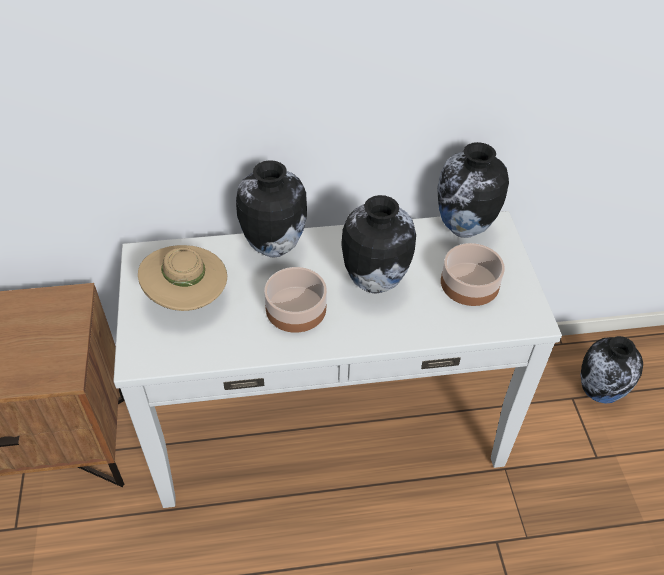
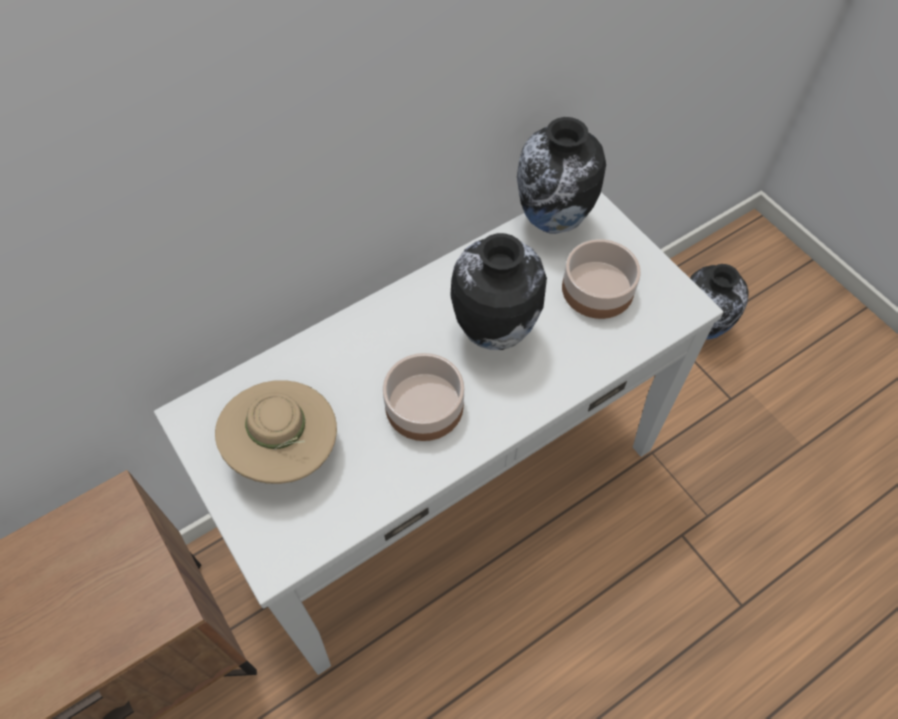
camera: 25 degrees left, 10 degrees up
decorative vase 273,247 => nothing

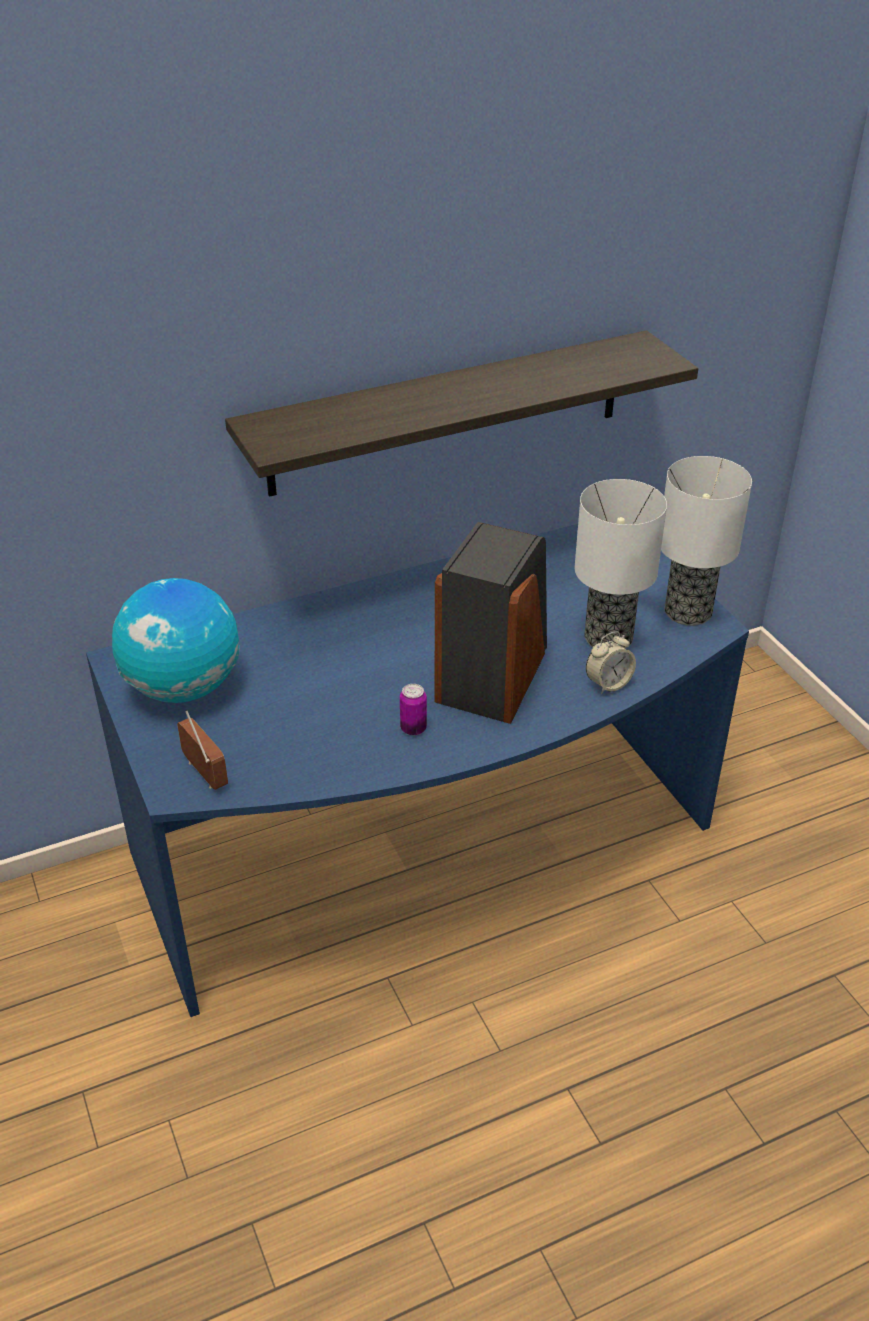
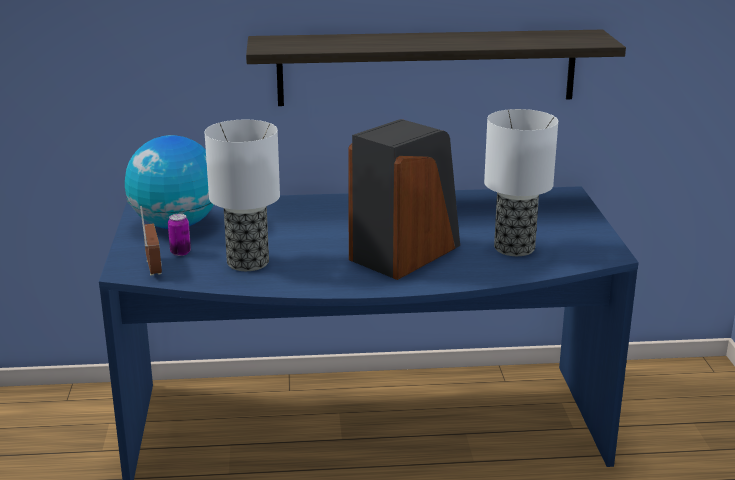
camera: 20 degrees right, 15 degrees down
sealed can 413,728 => sealed can 180,252, move
table lamp 688,613 => table lamp 247,263, move
table clock 608,684 => nothing

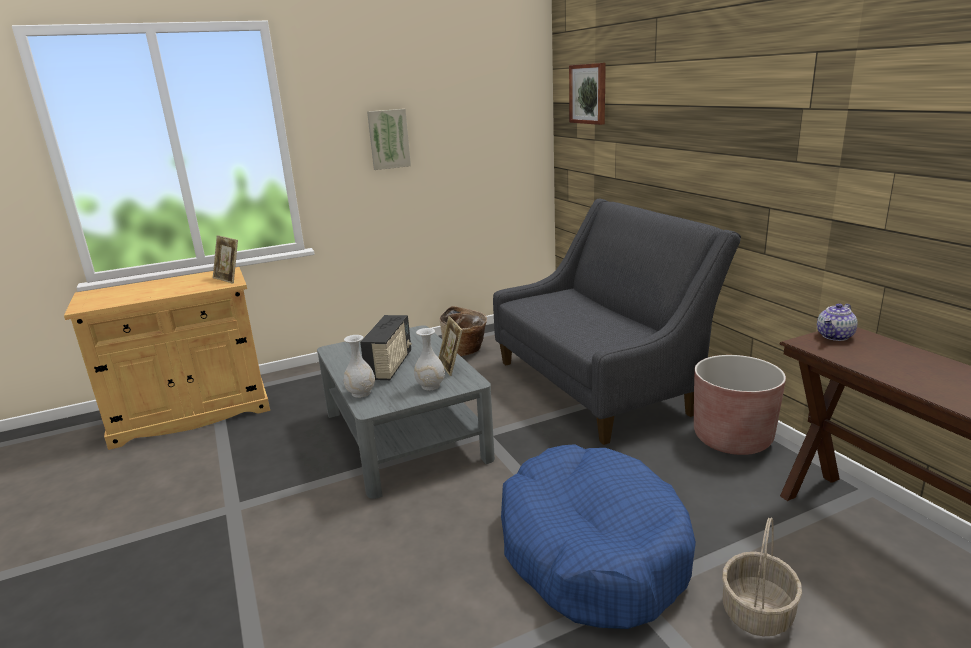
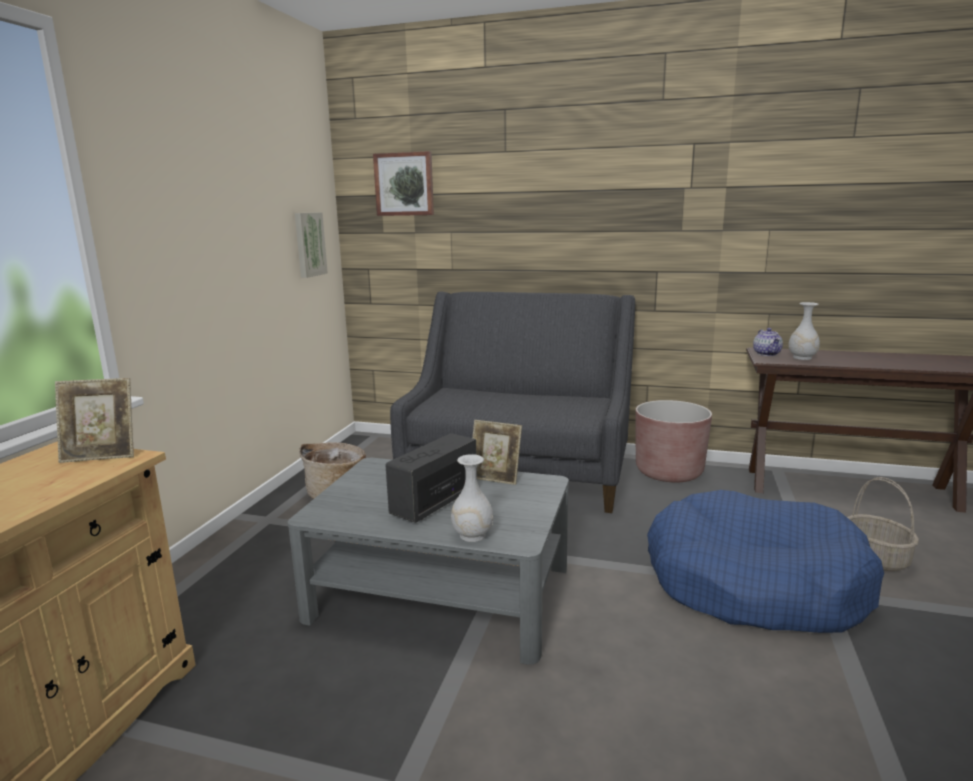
camera: 50 degrees left, 5 degrees down
wall picture 388,139 => wall picture 309,244, move
radio set 390,366 => radio set 434,502, 105 degrees counterclockwise
decorative vase in whitish 430,386 => decorative vase in whitish 801,358, move

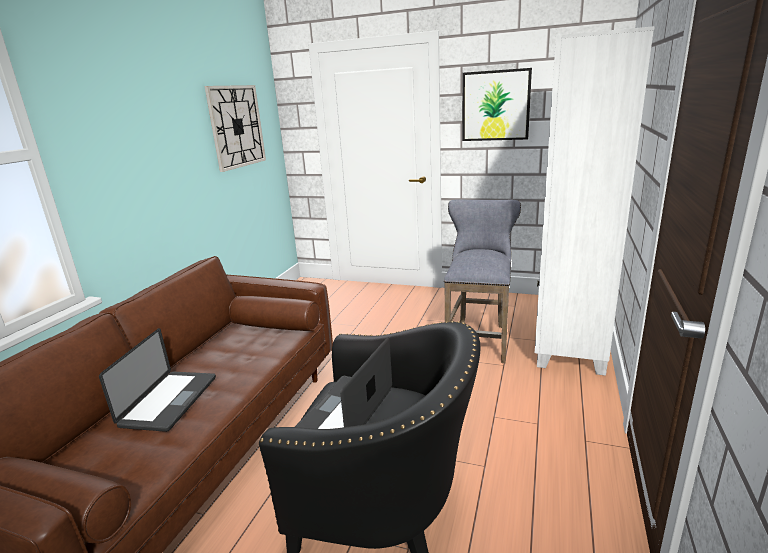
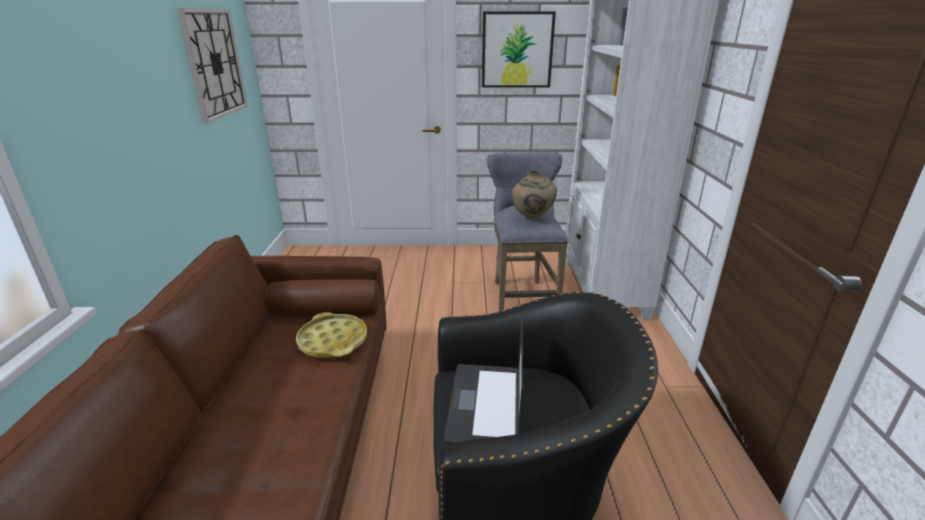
camera: 20 degrees left, 5 degrees up
nothing => carrying tray in yellow 333,341
nothing => decorative vase in sand-coloured 531,218
notebook computer 169,401 => nothing

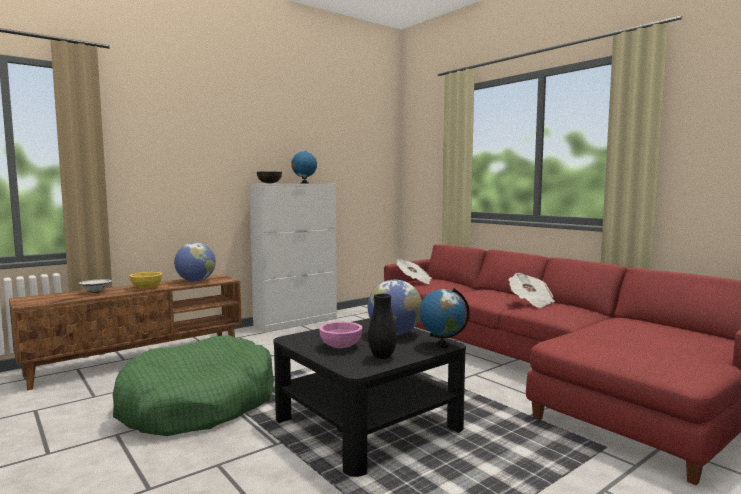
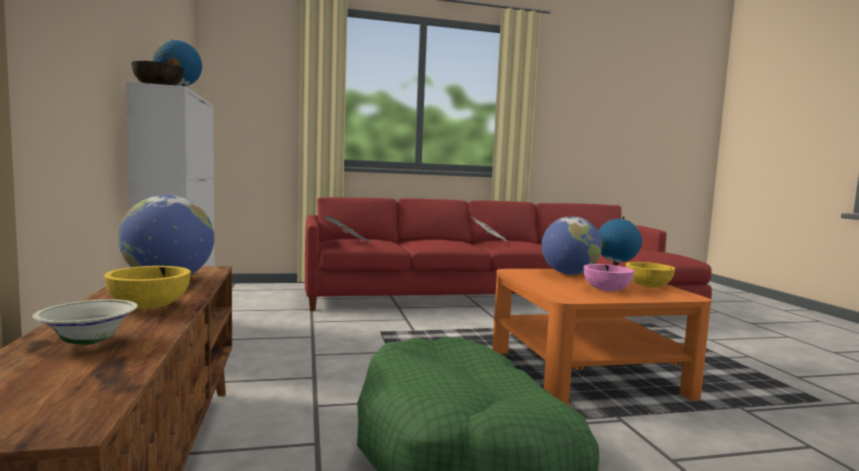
camera: 65 degrees left, 0 degrees up
lounge table in blackish 369,424 => lounge table in orange-coloured 586,372
decorative vase in blackish 382,357 => deep dish in yellow 647,286

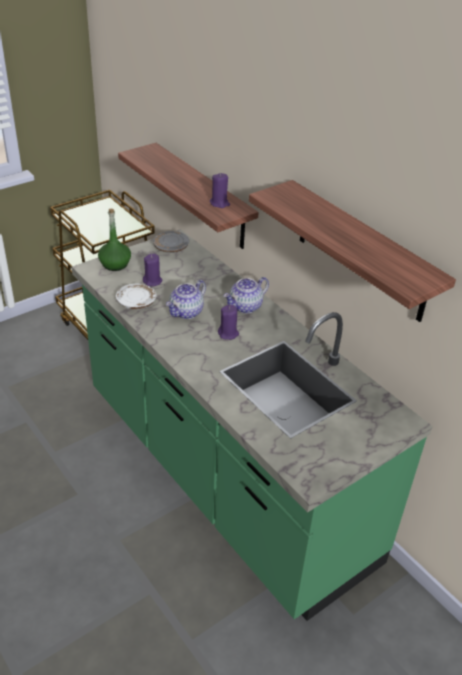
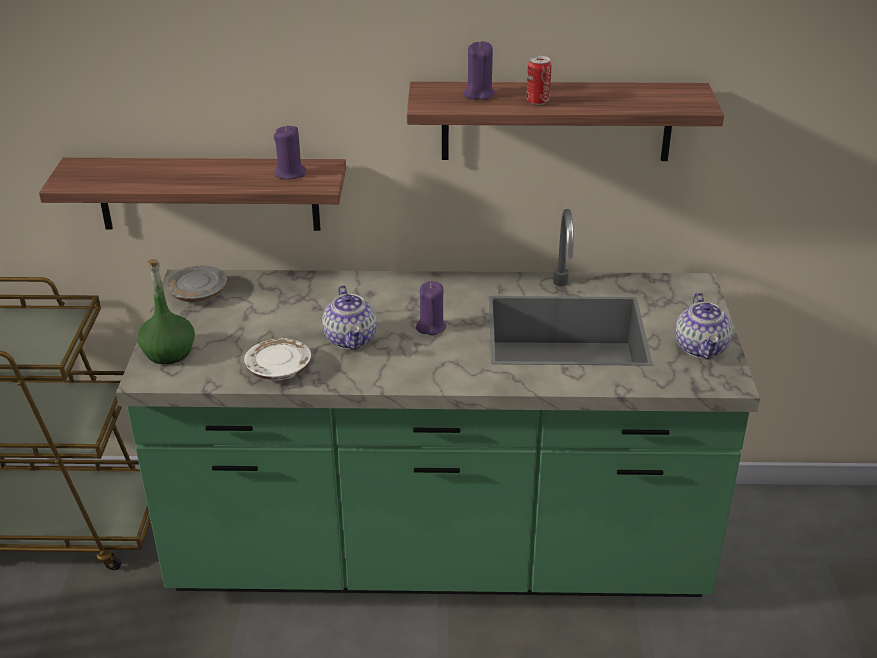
camera: 50 degrees left, 5 degrees down
wax light in purplish 152,281 => wax light in purplish 478,94, move
nothing => sealed can 537,101
teapot 245,307 => teapot 701,348, move

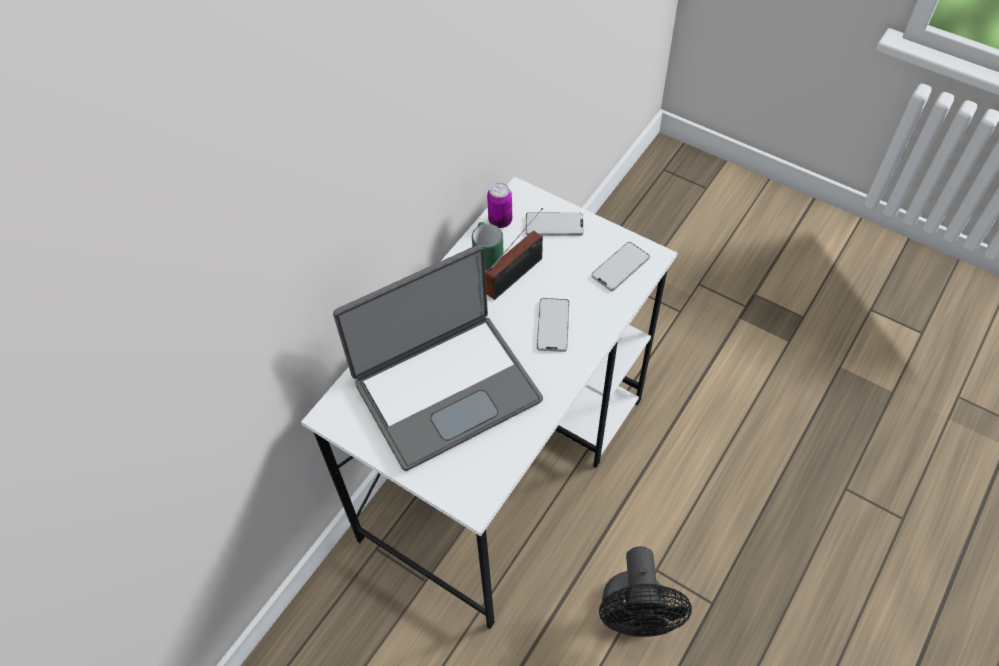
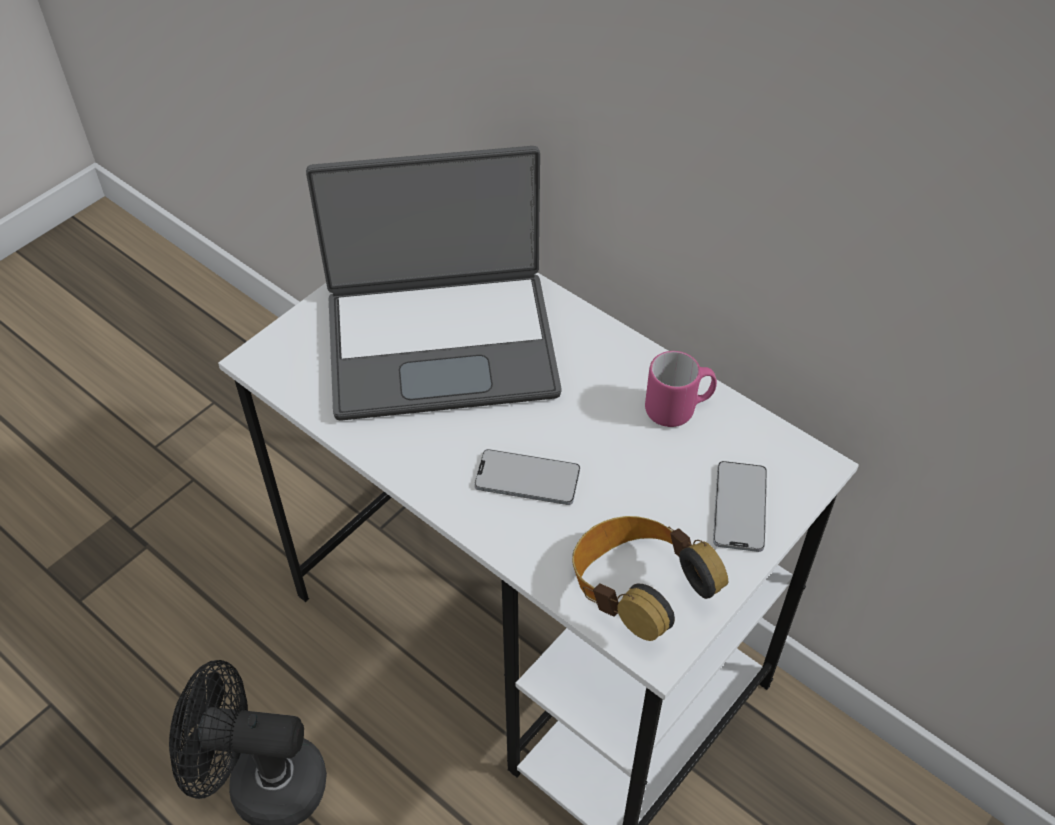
camera: 95 degrees right, 5 degrees down
notebook computer 446,388 => notebook computer 441,343, 75 degrees counterclockwise
telephone 620,267 => headphones 637,592
coffee mug in green 486,255 => coffee mug in pink 678,409
radio set 517,274 => nothing
sealed can 500,221 => nothing

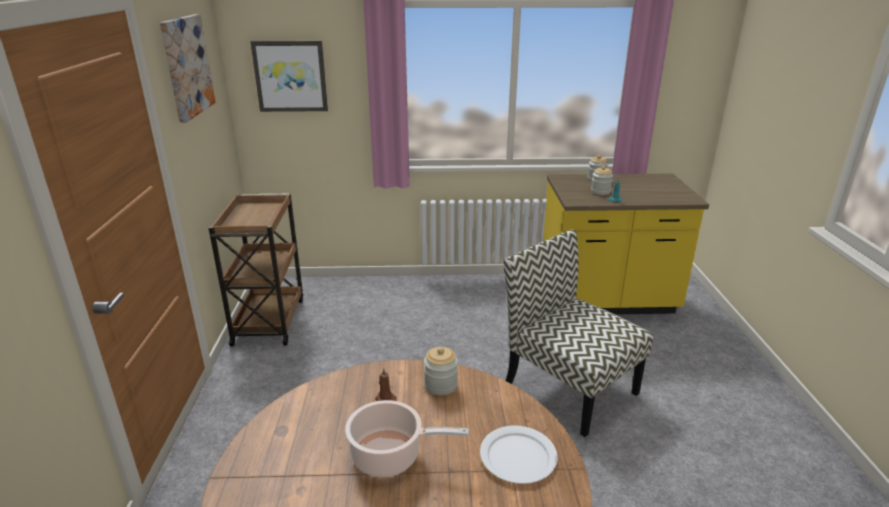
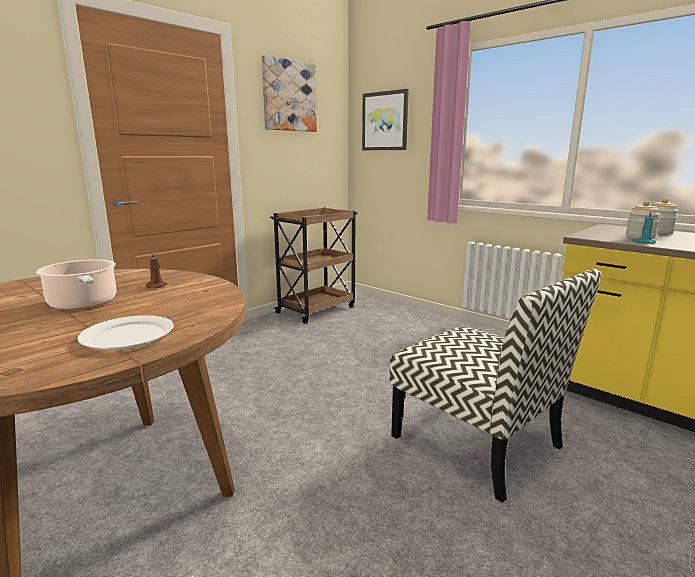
camera: 45 degrees right, 10 degrees down
chair 568,387 => chair 478,442, 135 degrees clockwise
jar 440,385 => nothing

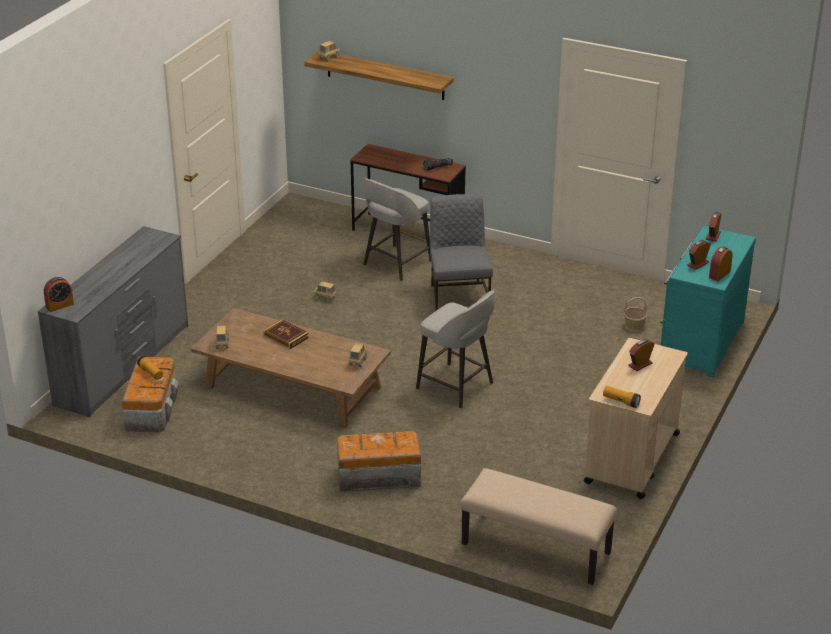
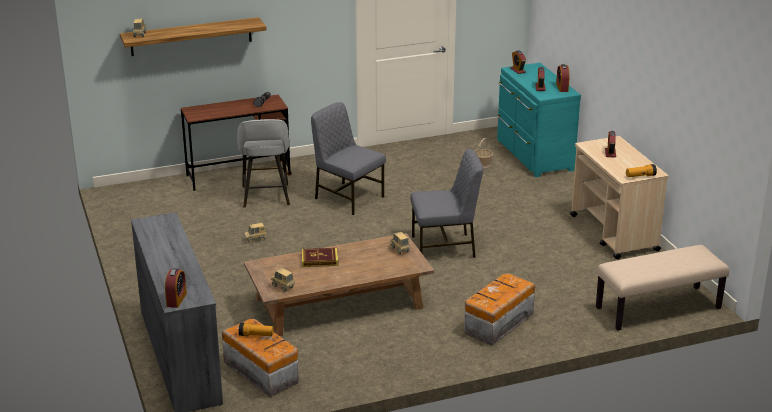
camera: 45 degrees left, 5 degrees down
stool in grey 456,386 => chair in grey 444,247

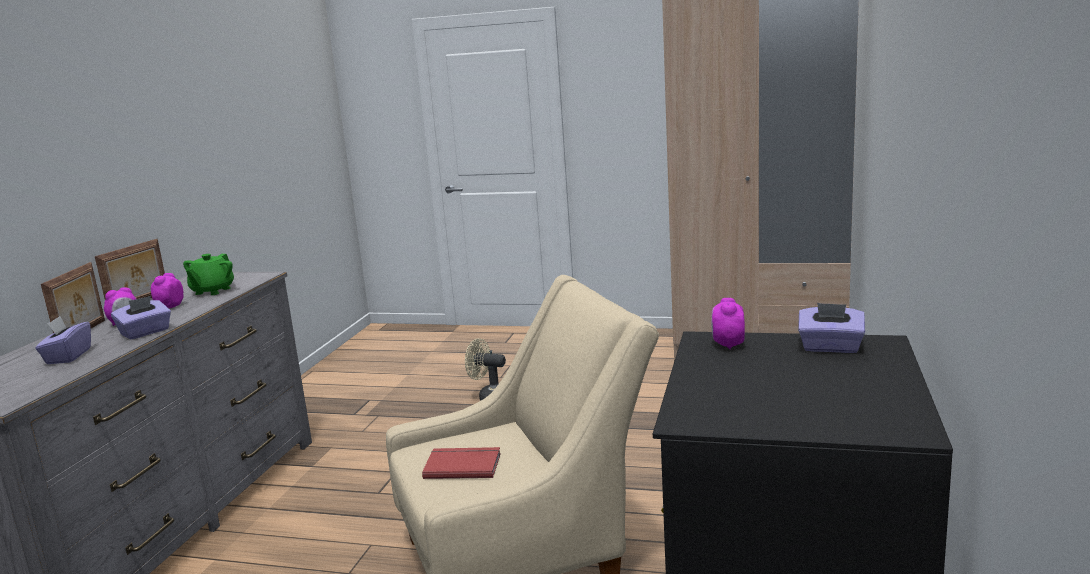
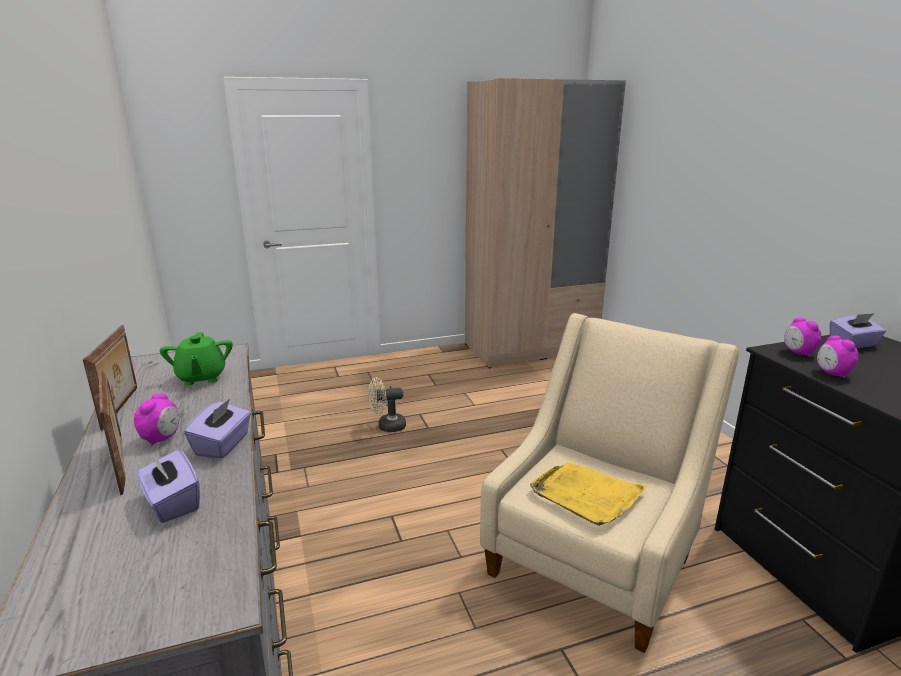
camera: 35 degrees left, 5 degrees up
bound book in red-coloured 462,465 => carrying tray in yellow 586,495
table clock 170,307 => table clock 832,374, move

